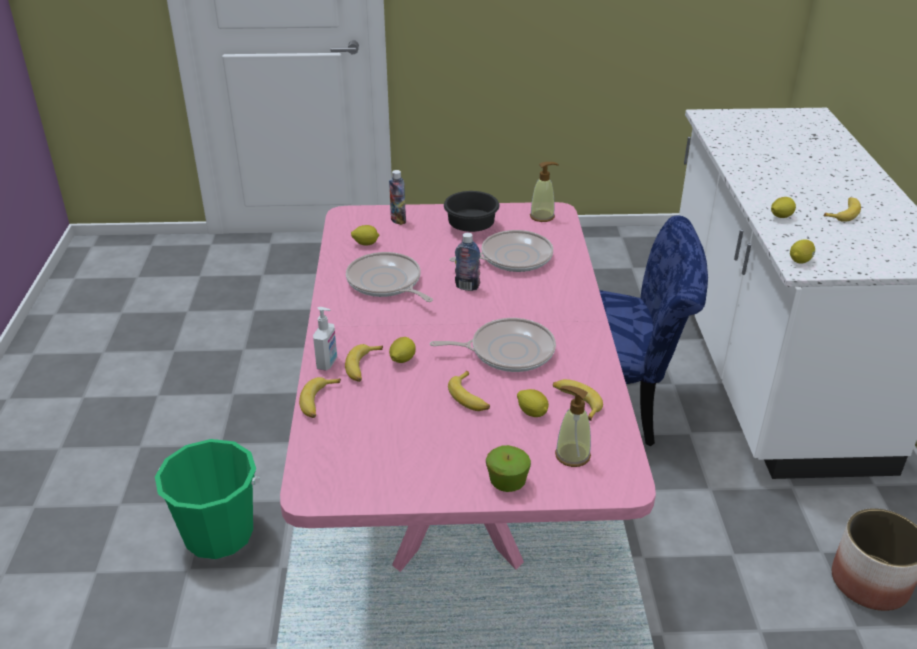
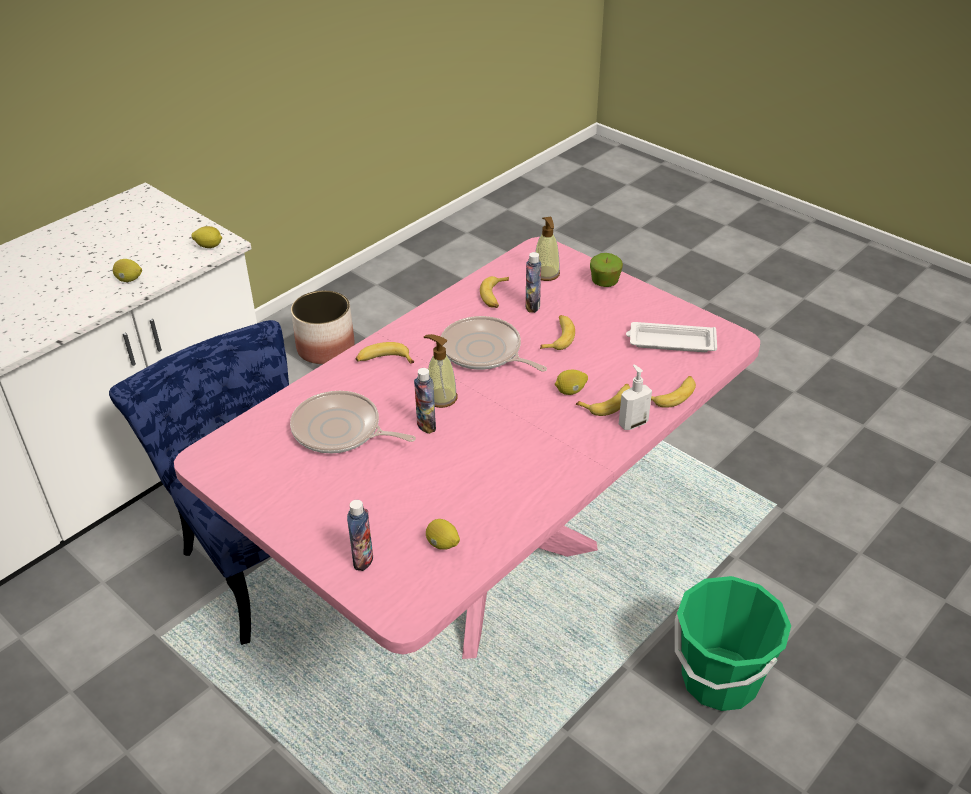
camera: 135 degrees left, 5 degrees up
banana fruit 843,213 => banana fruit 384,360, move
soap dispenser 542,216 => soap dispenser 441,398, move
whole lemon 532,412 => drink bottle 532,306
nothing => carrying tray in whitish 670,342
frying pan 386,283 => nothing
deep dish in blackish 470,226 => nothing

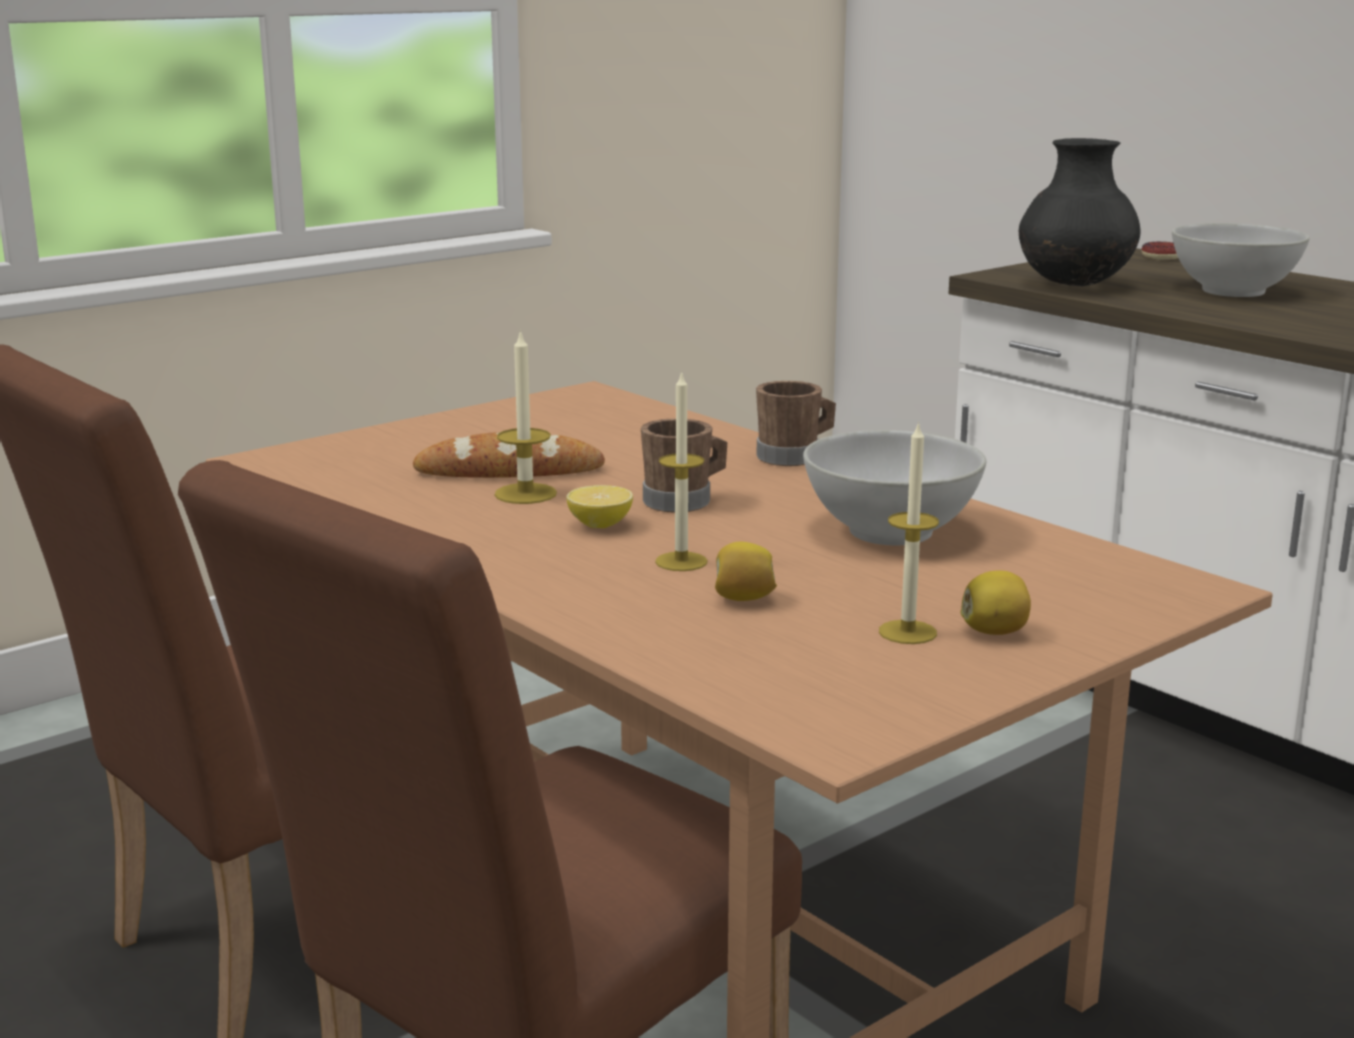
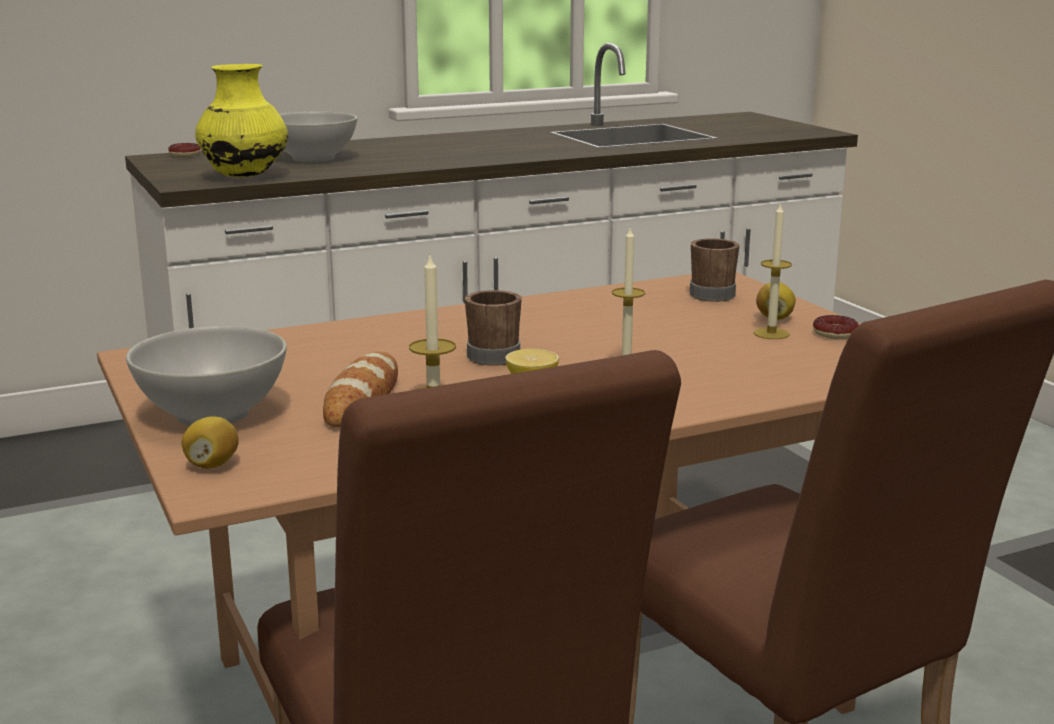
camera: 75 degrees left, 0 degrees up
deep dish in whitish 891,532 => deep dish in whitish 214,414, move
whole lemon 743,599 => whole lemon 212,465, move
decorative vase in blackish 1075,285 => decorative vase in yellow 244,177
coffee mug in brownish 794,456 => coffee mug in brownish 711,293, move
nothing => doughnut 835,333

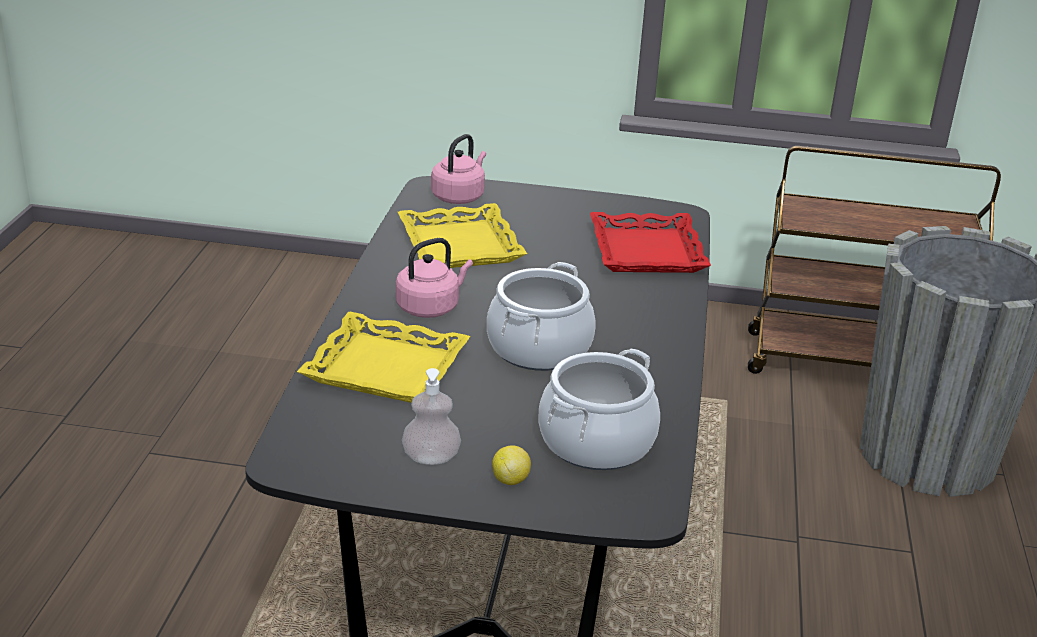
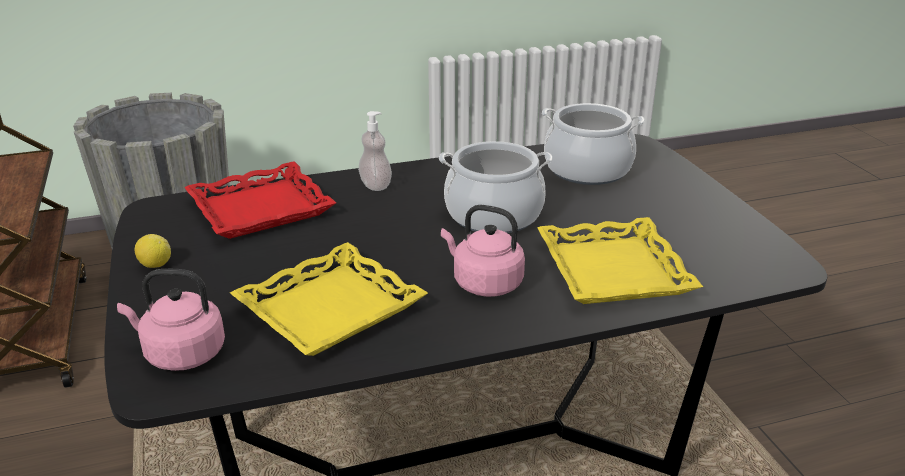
camera: 115 degrees left, 0 degrees up
whole lemon 510,480 => whole lemon 155,265, move
soap dispenser 431,457 => soap dispenser 375,185, move

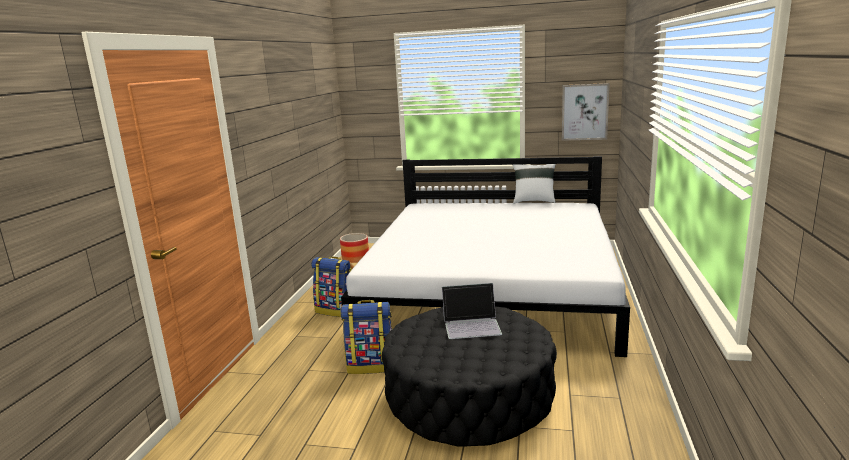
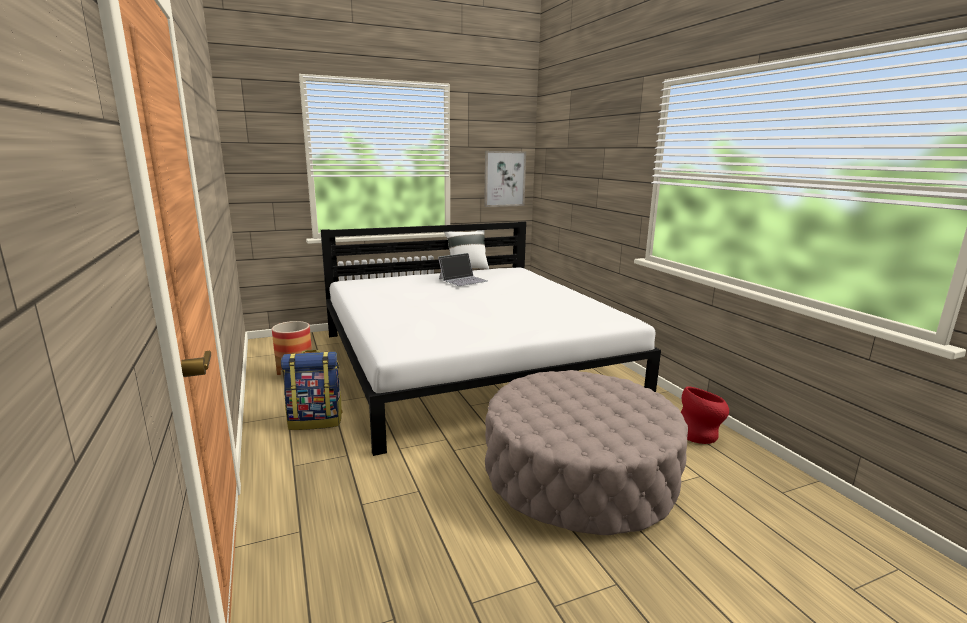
camera: 35 degrees left, 0 degrees up
notebook computer 472,324 => notebook computer 463,280, move
footrest in blackish 469,396 => footrest in sand-coloured 579,474
nothing => decorative vase in red-coloured 700,434
backpack 371,365 => nothing

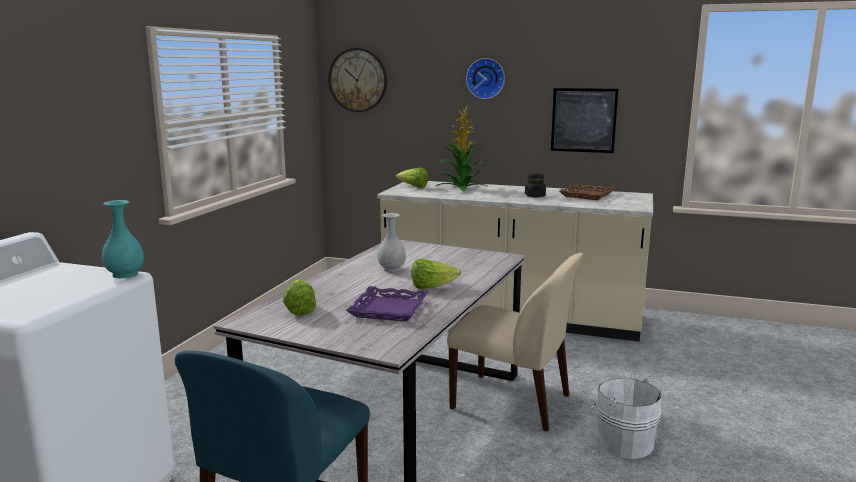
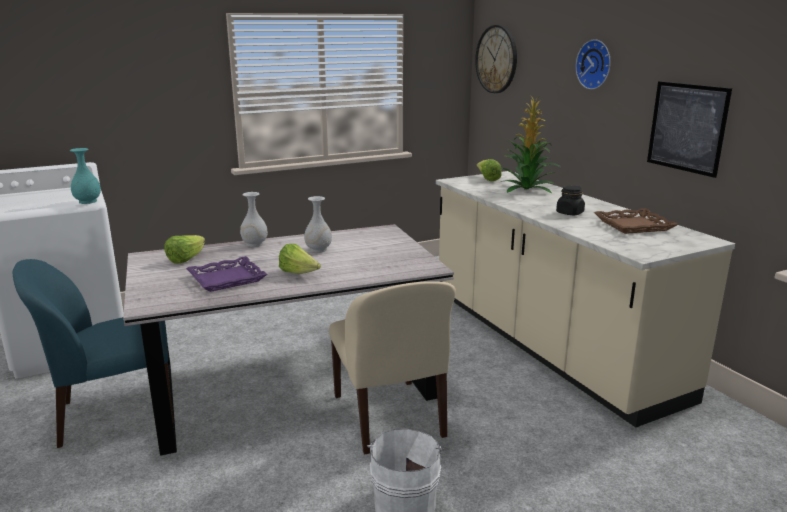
camera: 45 degrees right, 5 degrees up
nothing => decorative vase in whitish 254,244

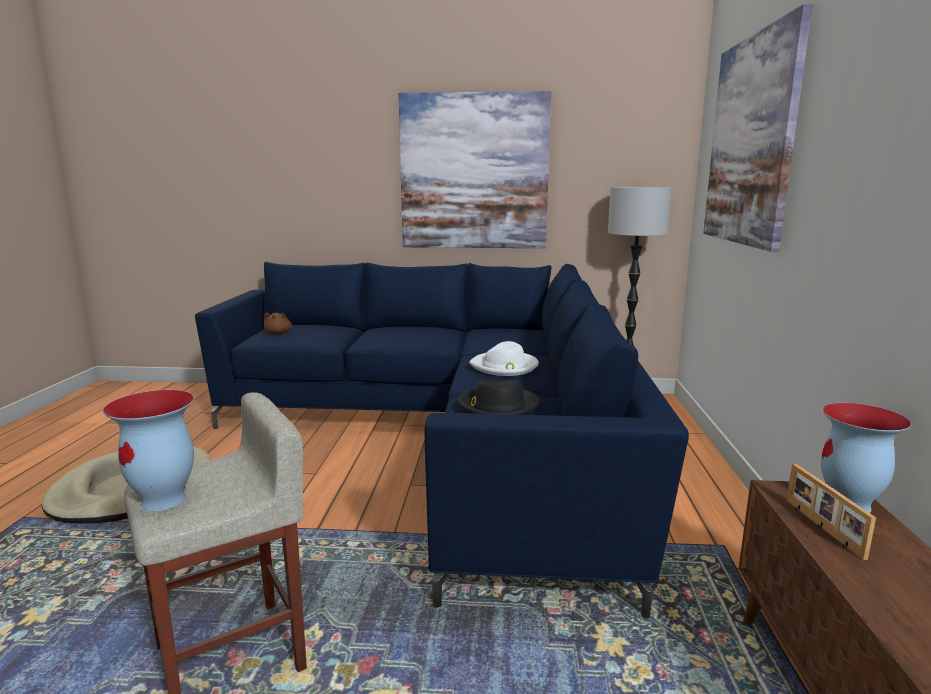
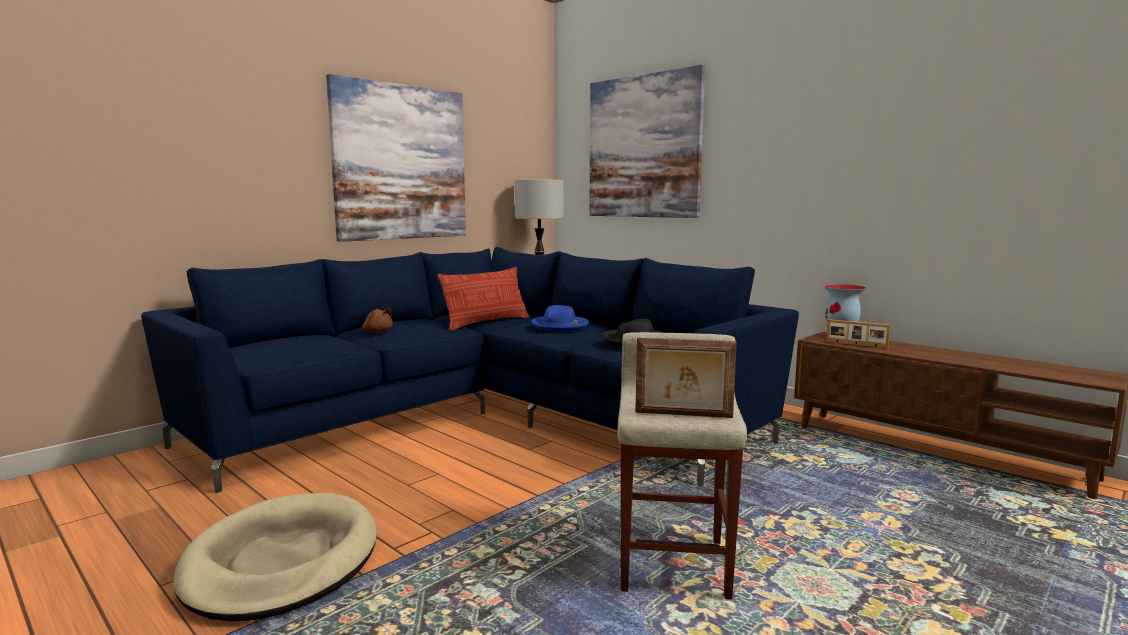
camera: 50 degrees left, 5 degrees down
soft toy in brownish 278,333 => soft toy in brownish 377,332, move
nothing => pillow 486,323
wearable hat in whitish 505,366 => wearable hat in blue 560,326
decorative vase 165,500 => photo frame 683,415

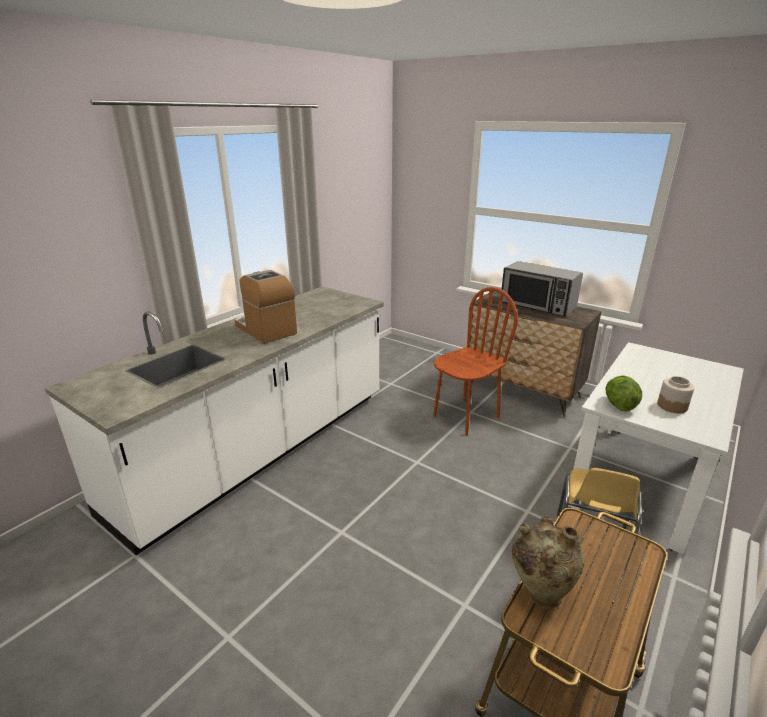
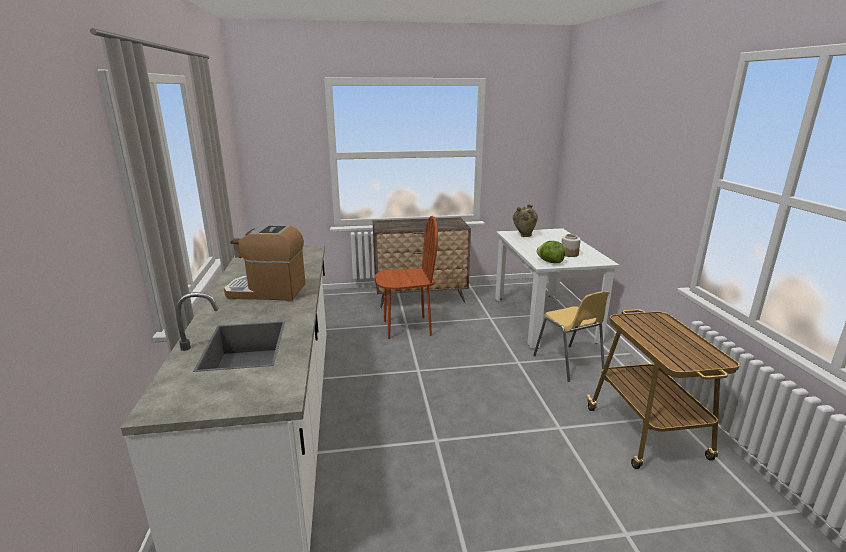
camera: 45 degrees left, 5 degrees down
chair in brownish 465,416 => chair in brownish 407,328, 75 degrees clockwise
decorative vase in sand-coloured 540,593 => decorative vase in sand-coloured 523,235, move
kitchen microwave 537,305 => nothing

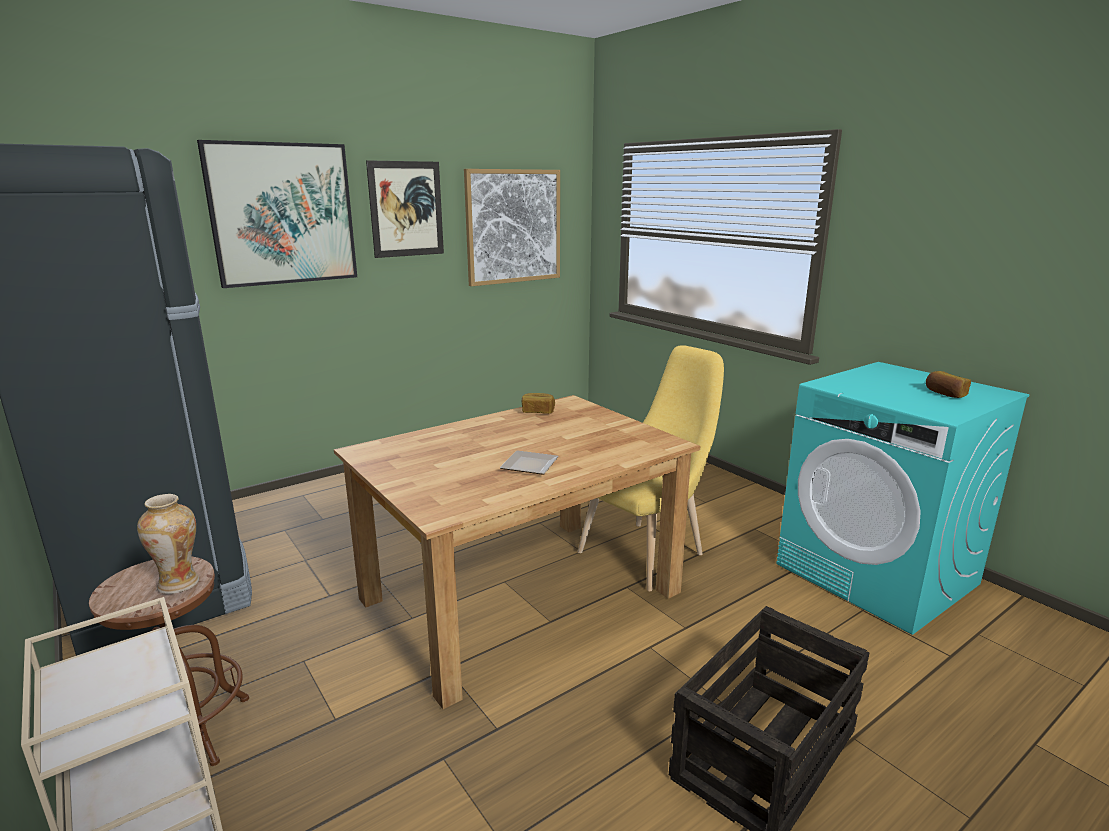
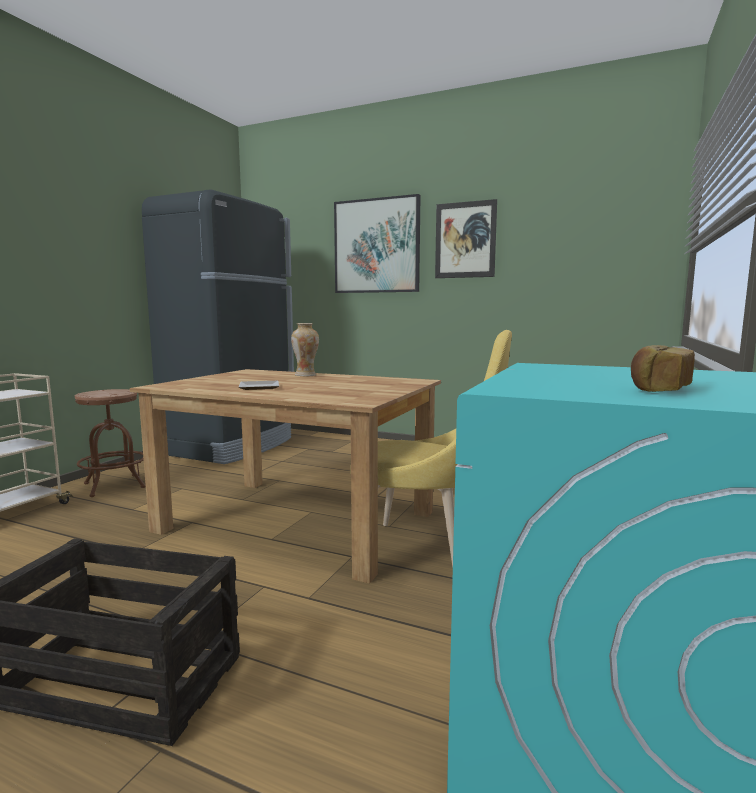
camera: 60 degrees right, 10 degrees down
decorative vase 179,584 => decorative vase 305,375, move
wall picture 513,226 => nothing
bread 538,411 => nothing

